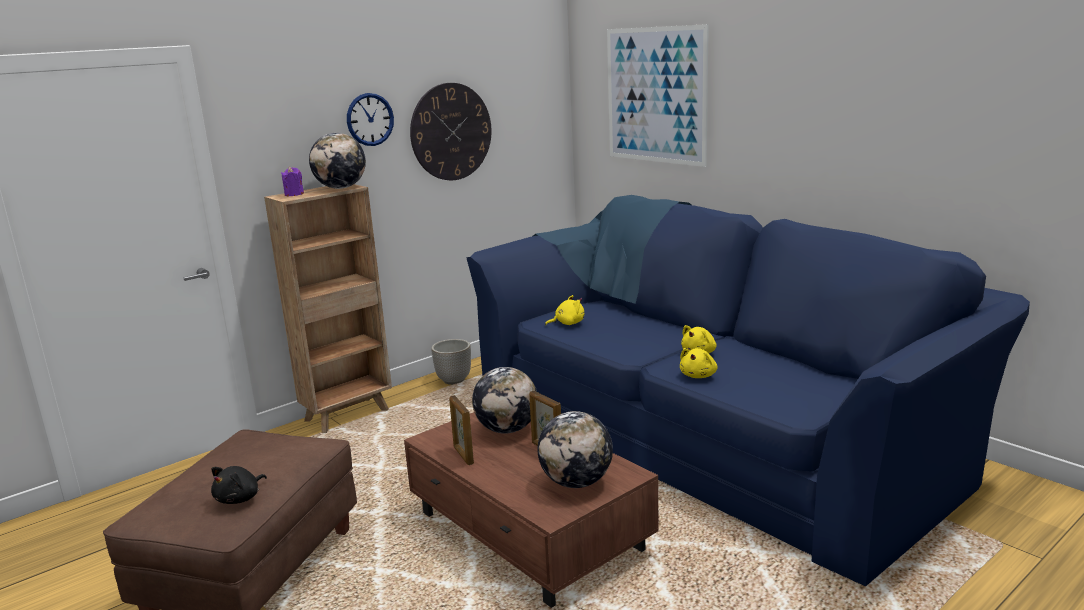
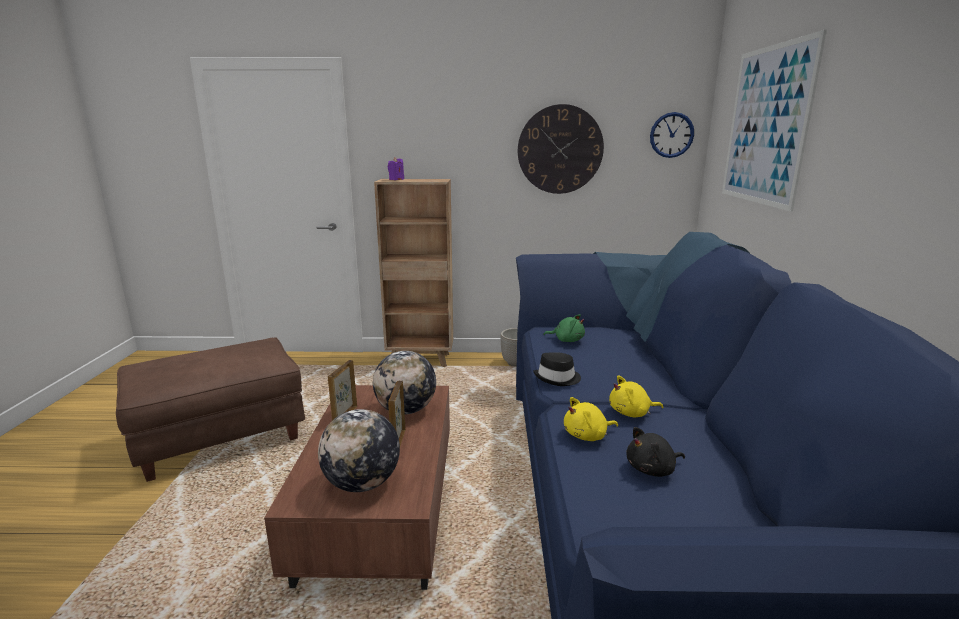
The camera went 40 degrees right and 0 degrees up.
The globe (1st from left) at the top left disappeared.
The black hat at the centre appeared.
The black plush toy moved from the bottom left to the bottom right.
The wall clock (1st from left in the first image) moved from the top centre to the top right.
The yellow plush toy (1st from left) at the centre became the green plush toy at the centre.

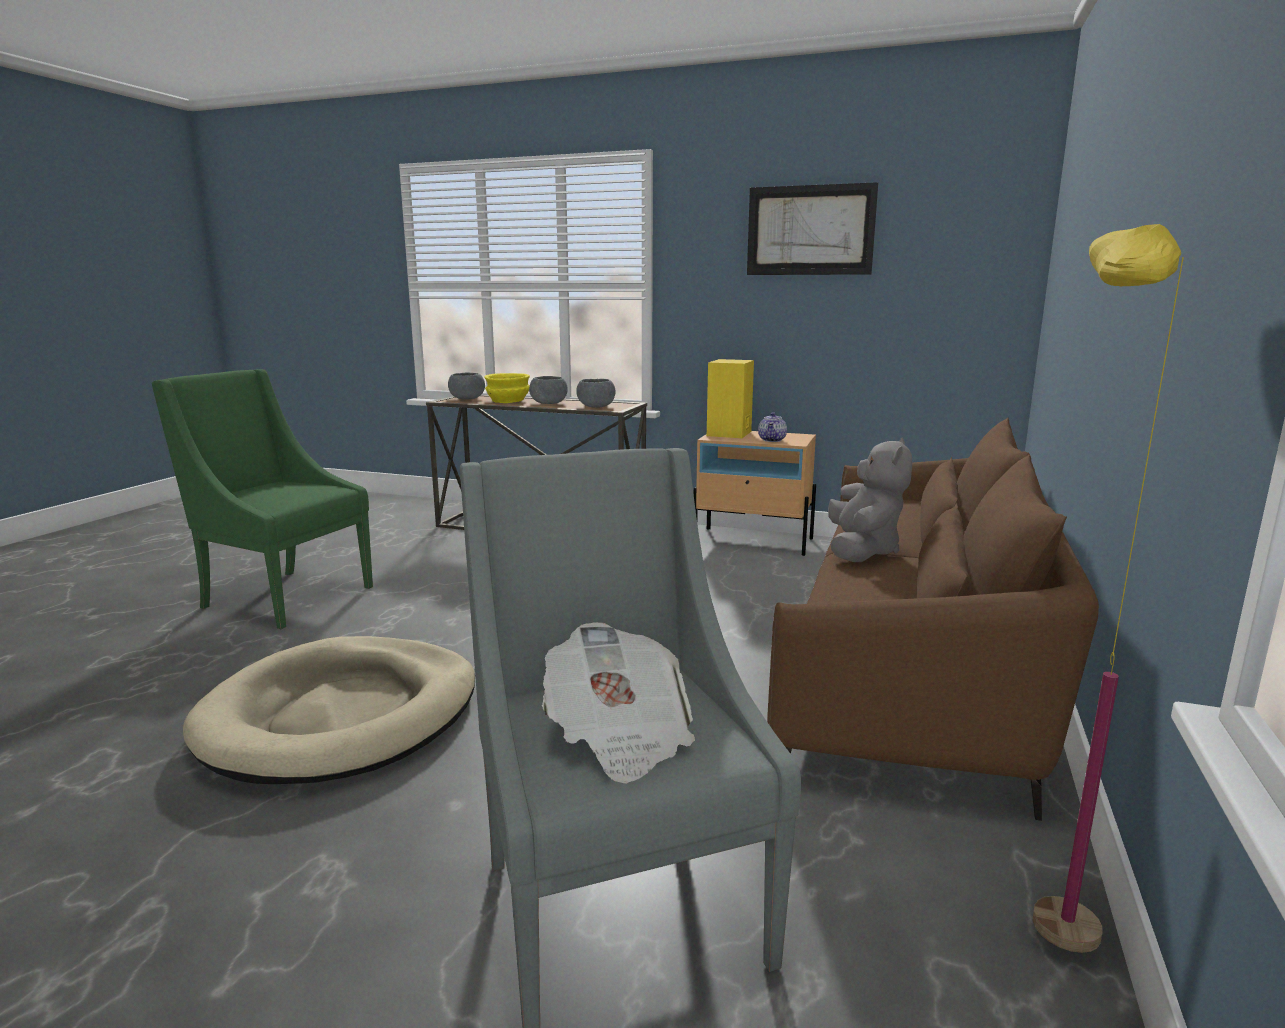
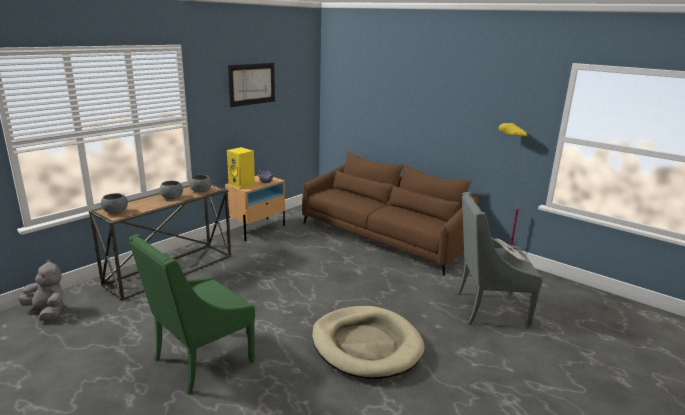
The camera went 70 degrees left and 5 degrees up.
The yellow bowl at the centre disappeared.
The grey plush toy moved from the middle right to the bottom left.

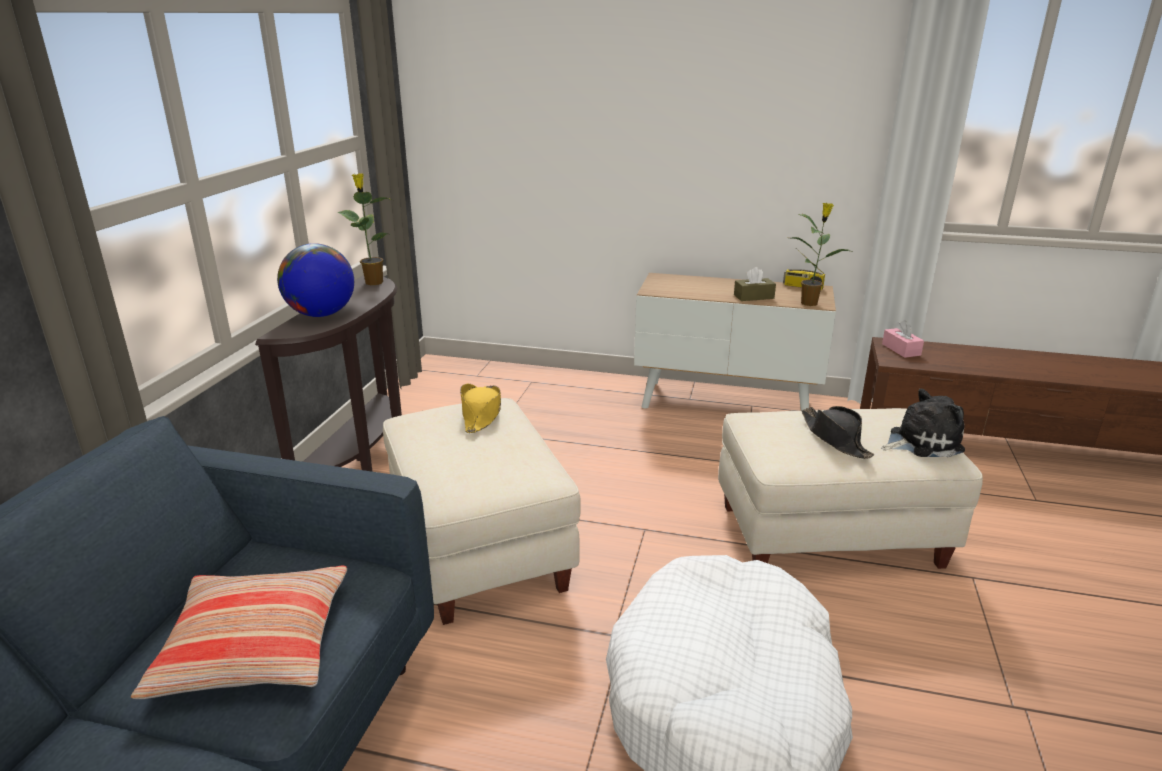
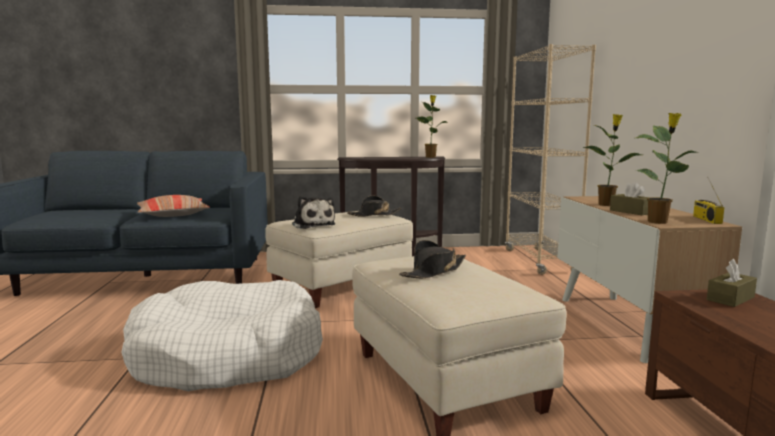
The camera went 70 degrees right and 15 degrees down.
The globe at the middle left disappeared.
The beige bookcase at the middle right appeared.
The potted plant (2nd from left) at the middle right appeared.
The plush toy moved from the middle right to the centre.
The yellow hat at the centre became the black hat (1st from left) at the centre.
The pink tissue box at the middle right became the brown tissue box (2nd from left) at the middle right.

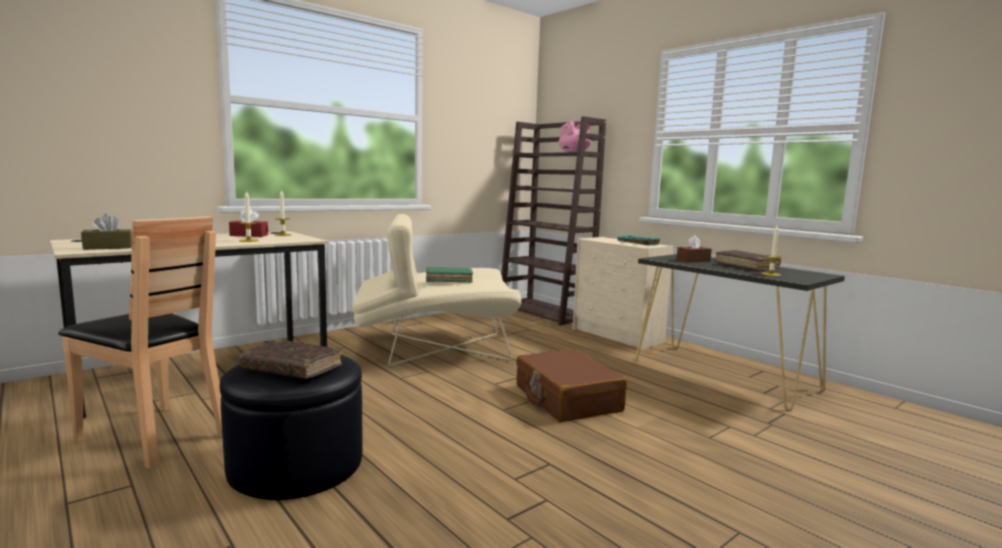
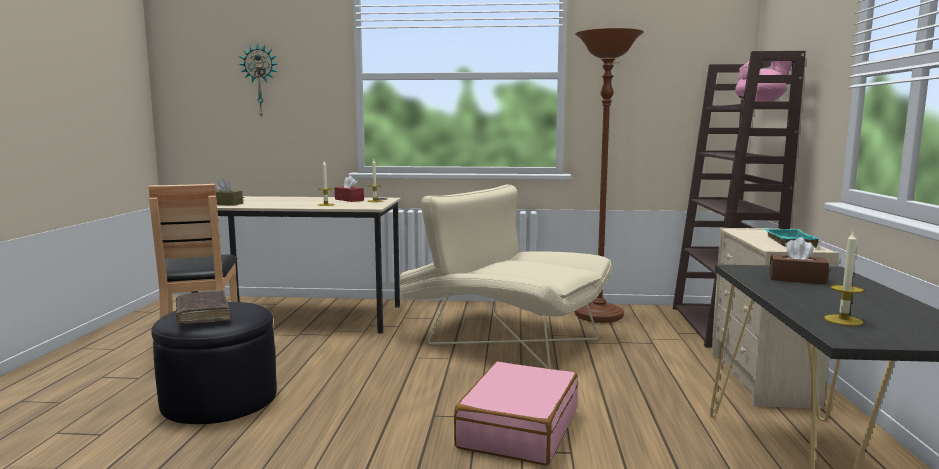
The camera went 45 degrees right and 0 degrees up.
The green book at the centre disappeared.
The brown book (2nd from left) at the middle right disappeared.
The wall clock at the top left appeared.
The brown floor lamp at the centre appeared.
The brown suitcase at the bottom centre became the pink suitcase at the bottom centre.

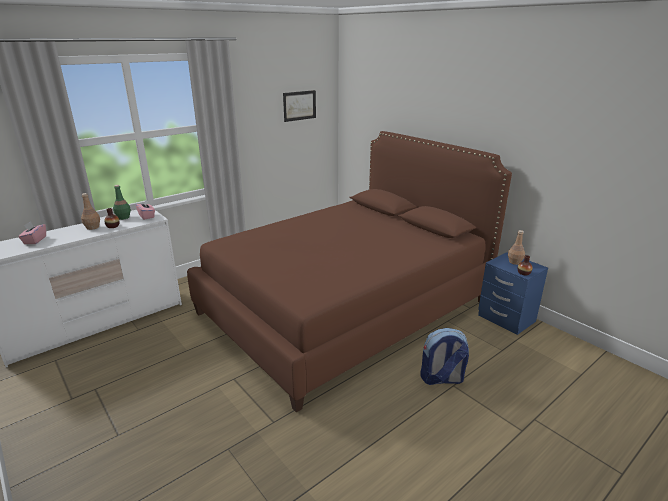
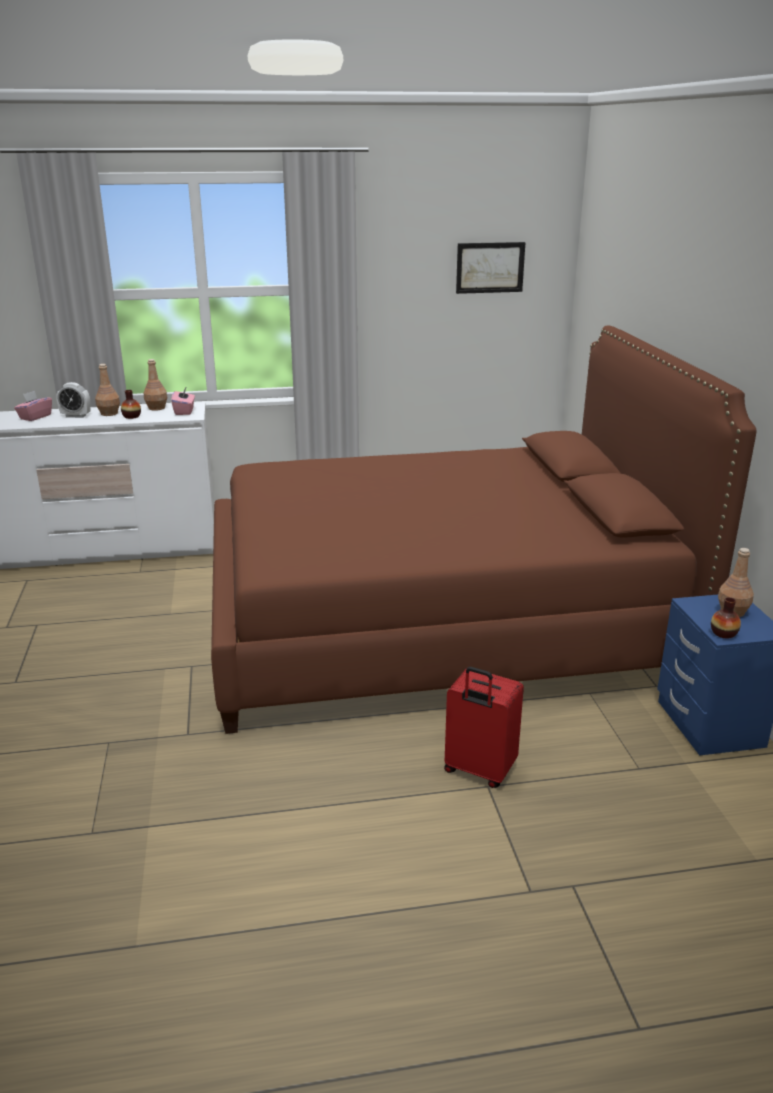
The camera went 30 degrees right and 0 degrees up.
The alarm clock at the middle left appeared.
The backpack at the bottom centre was replaced by the red suitcase at the centre.
The green bottle at the middle left became the brown bottle (2nd from left) at the middle left.

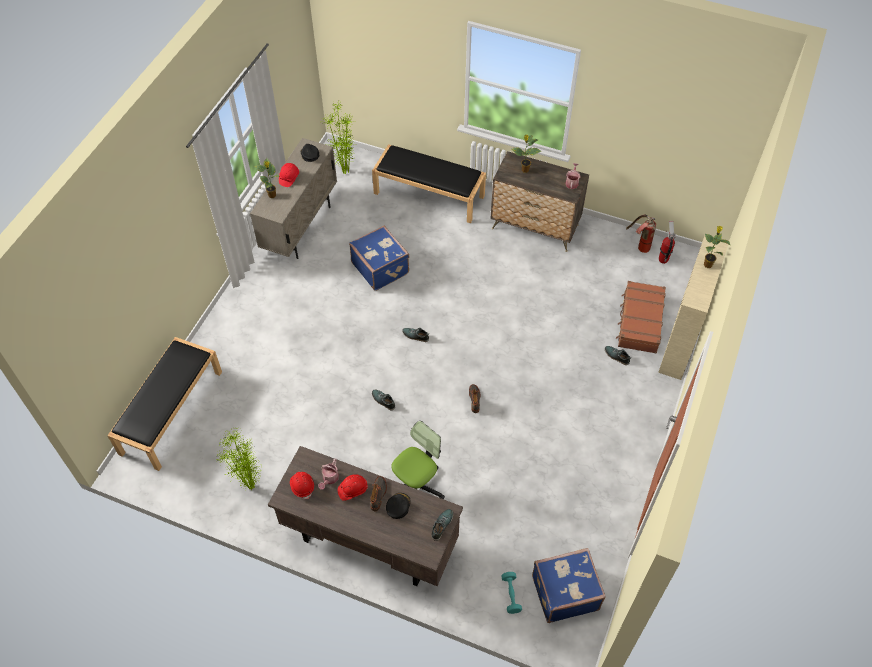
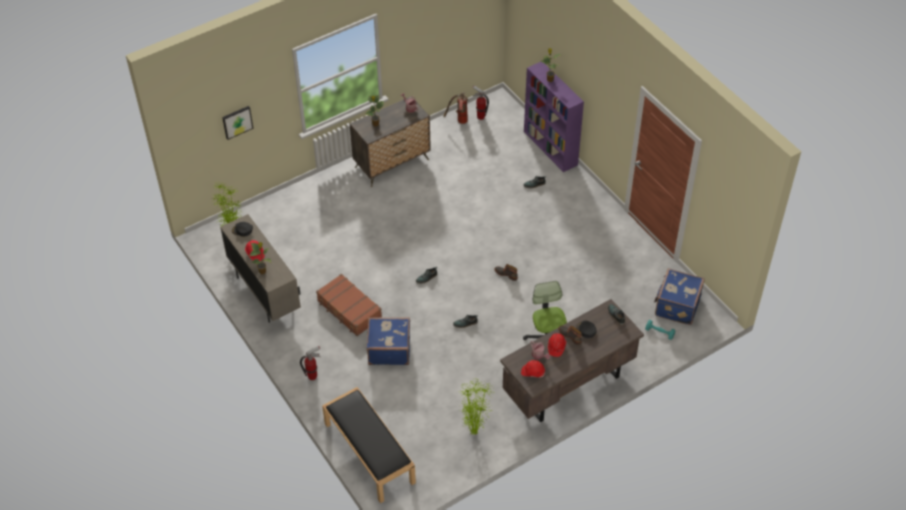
The camera went 55 degrees left and 5 degrees down.
The black bench (2nd from left) at the top centre disappeared.
The picture at the top left appeared.
The fire extinguisher (1st from left) at the bottom centre appeared.
The blue suitcase (1st from left) moved from the centre to the bottom centre.
The brown suitcase moved from the middle right to the centre.
The beige bookcase at the middle right became the purple bookcase at the top centre.

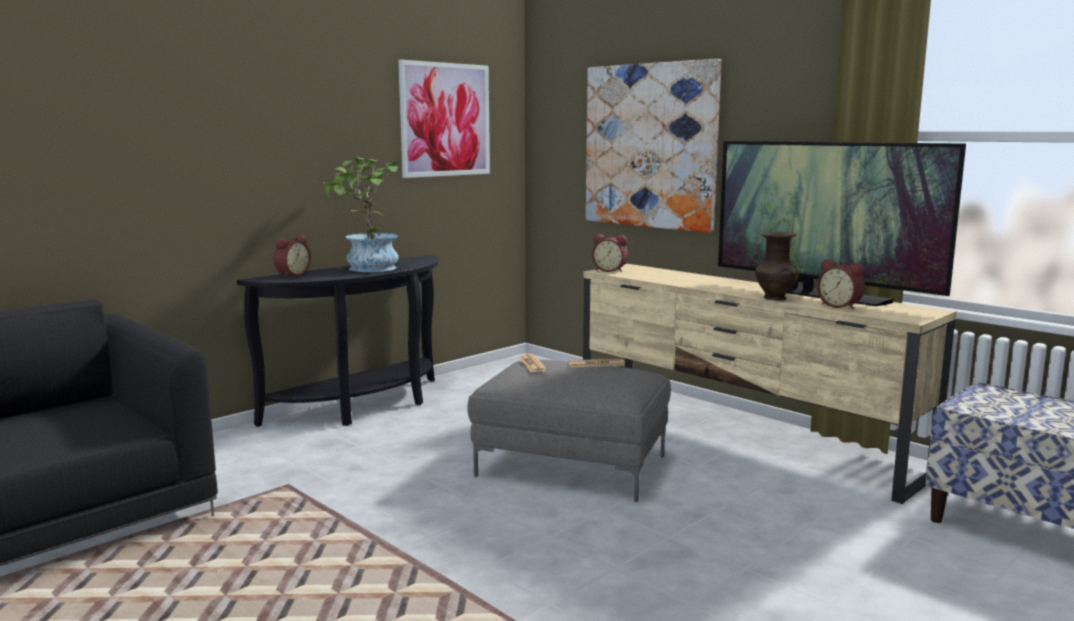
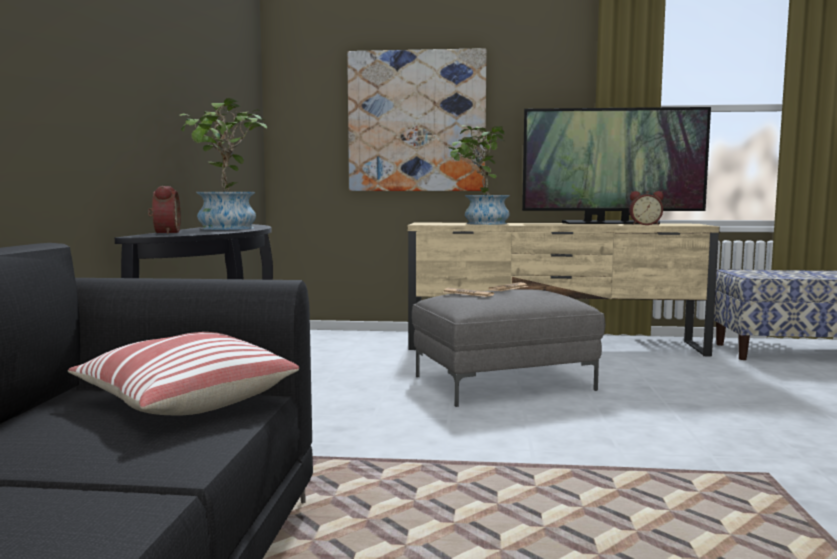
The camera went 40 degrees left and 5 degrees down.
The picture (1st from left) at the top centre disappeared.
The alarm clock (2nd from left) at the centre disappeared.
The brown vase at the middle right disappeared.
The pillow at the bottom left appeared.
The potted plant (2nd from left) at the top centre appeared.

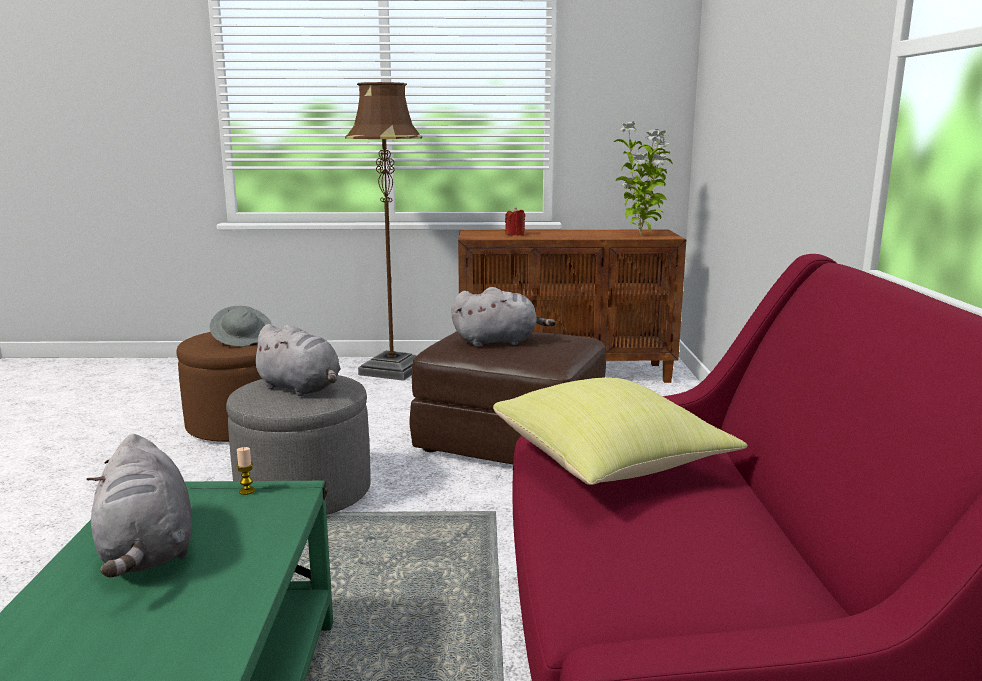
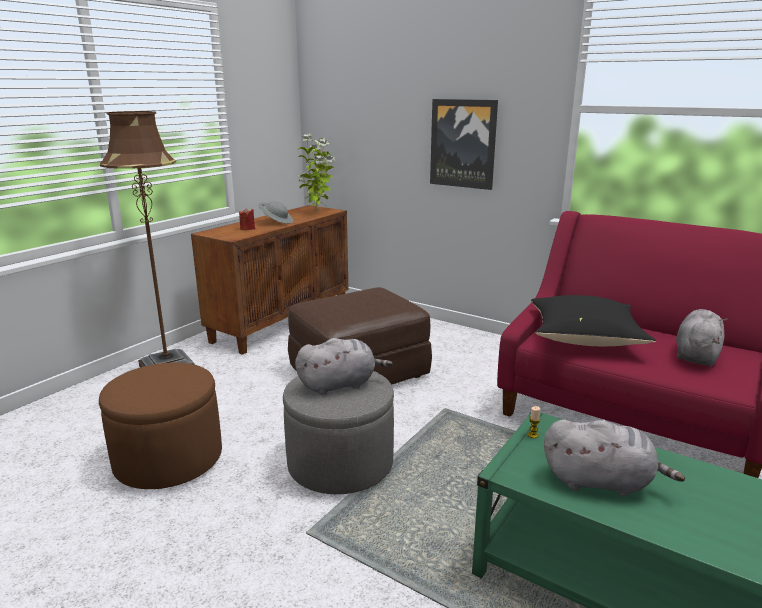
The camera went 55 degrees left and 5 degrees up.
The picture at the top centre appeared.
The grey hat moved from the middle left to the centre.
The grey plush toy (3rd from left) moved from the centre to the middle right.
The yellow pillow at the centre became the black pillow at the middle right.

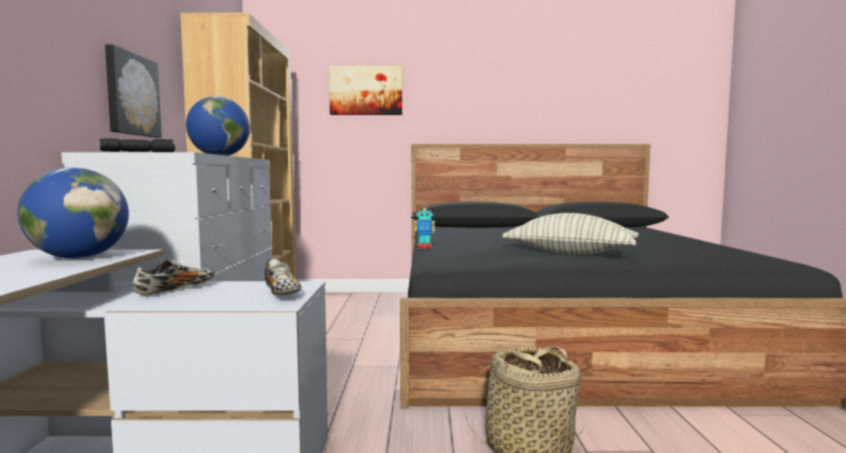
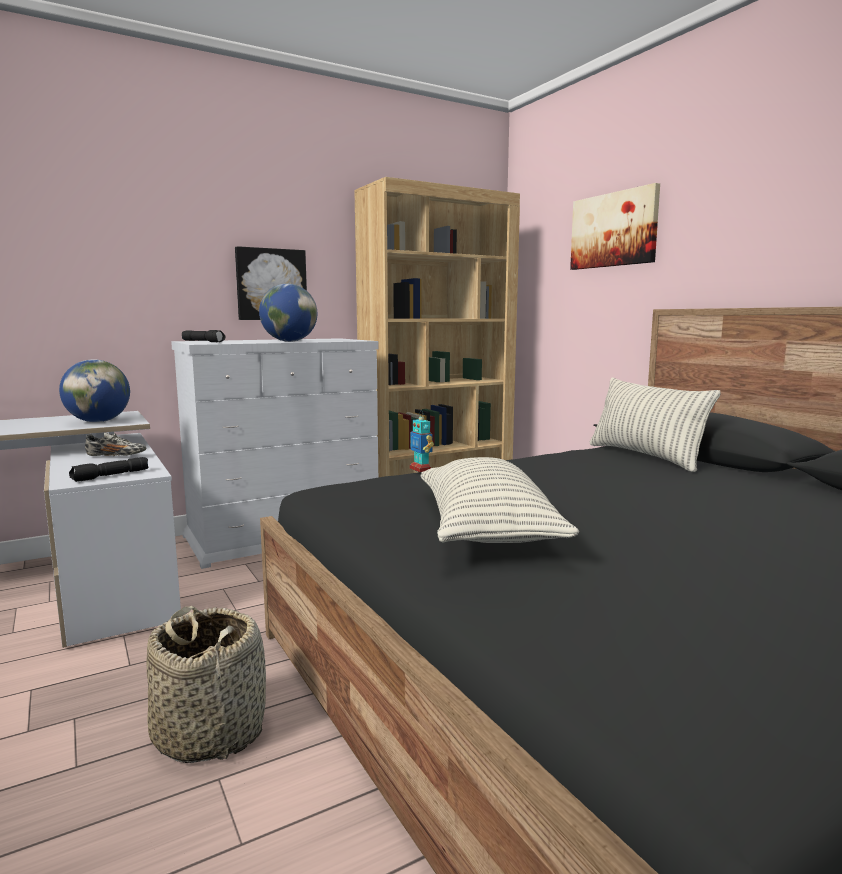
The camera went 60 degrees right and 5 degrees up.
The pillow (2nd from left) at the middle right appeared.
The shoe (2nd from left) at the centre was replaced by the black flashlight (1st from left) at the middle left.

